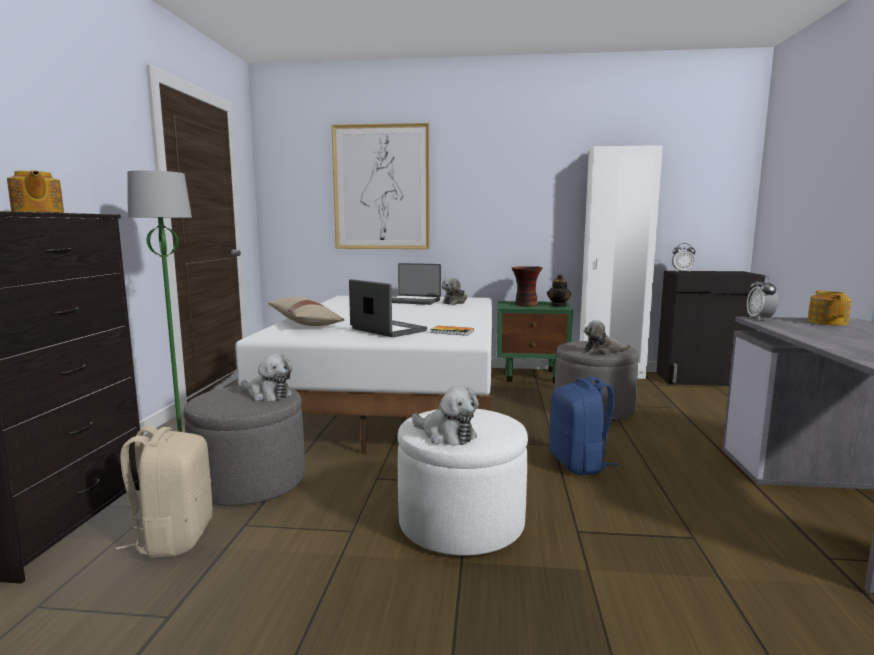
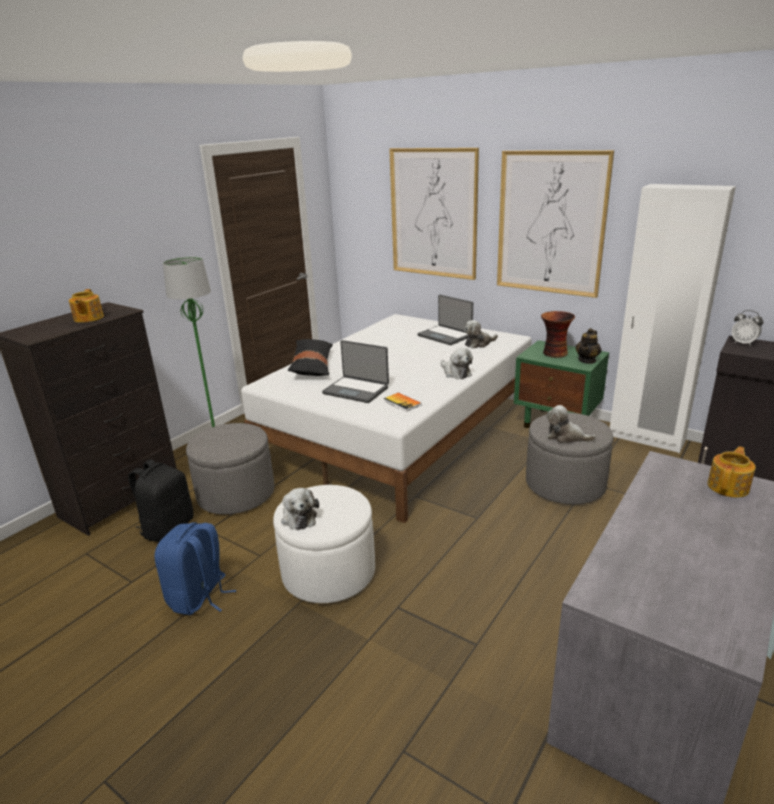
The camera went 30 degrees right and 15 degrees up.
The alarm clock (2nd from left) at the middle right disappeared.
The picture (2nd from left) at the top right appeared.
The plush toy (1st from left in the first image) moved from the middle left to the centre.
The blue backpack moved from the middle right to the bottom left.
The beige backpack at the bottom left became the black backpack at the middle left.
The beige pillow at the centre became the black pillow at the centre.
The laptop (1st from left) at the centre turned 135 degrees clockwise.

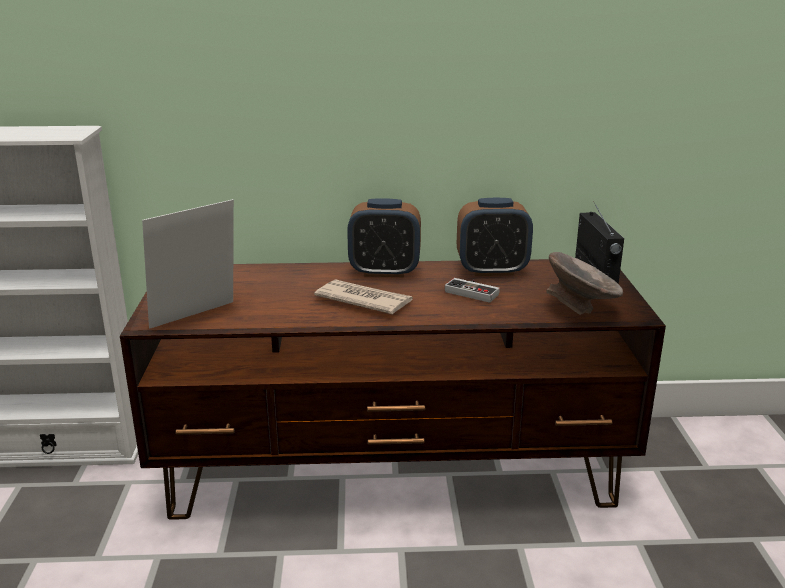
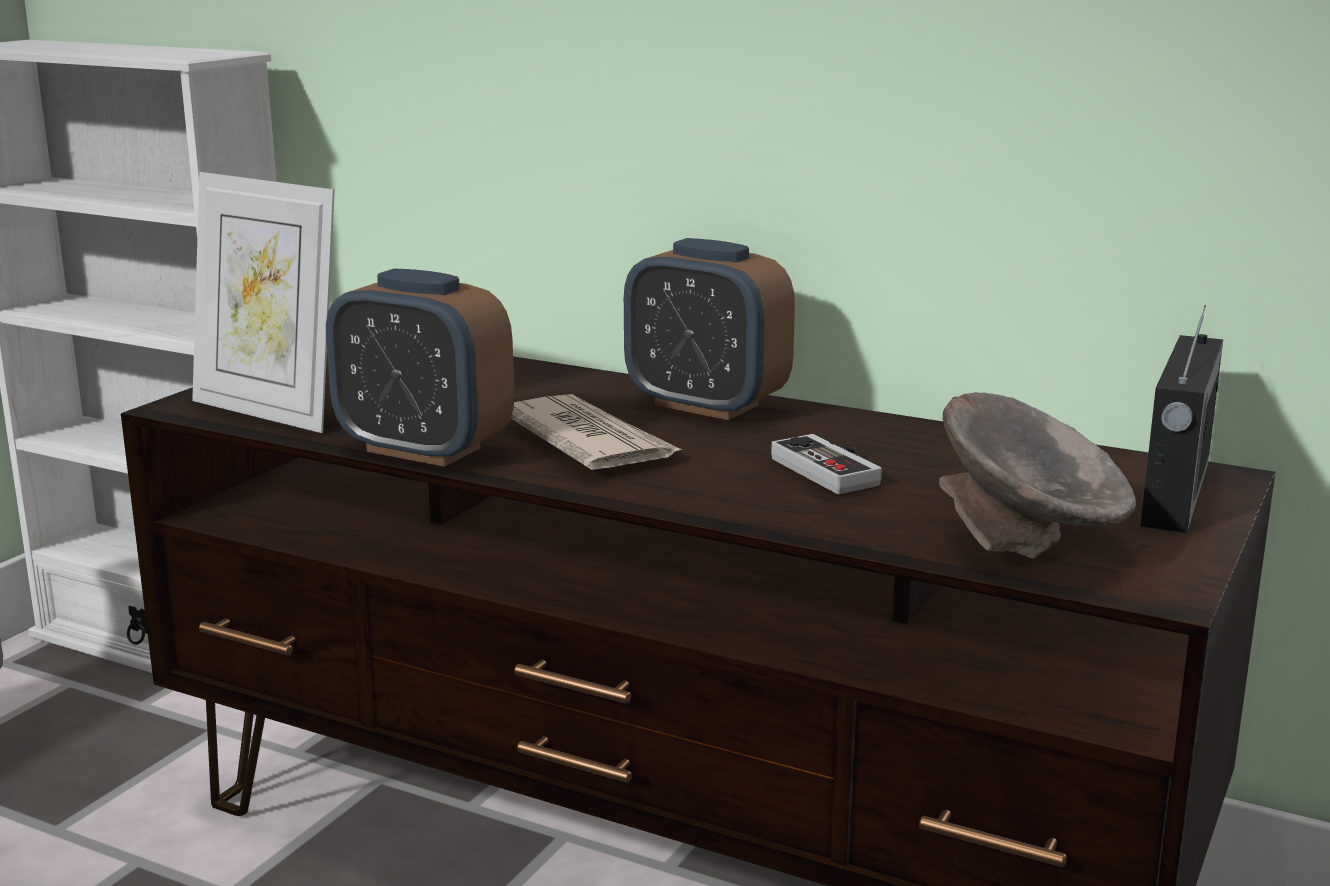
The camera went 30 degrees right and 5 degrees down.
The alarm clock (2nd from left in the first image) moved from the centre to the middle left.
The picture frame at the middle left turned 135 degrees counterclockwise.

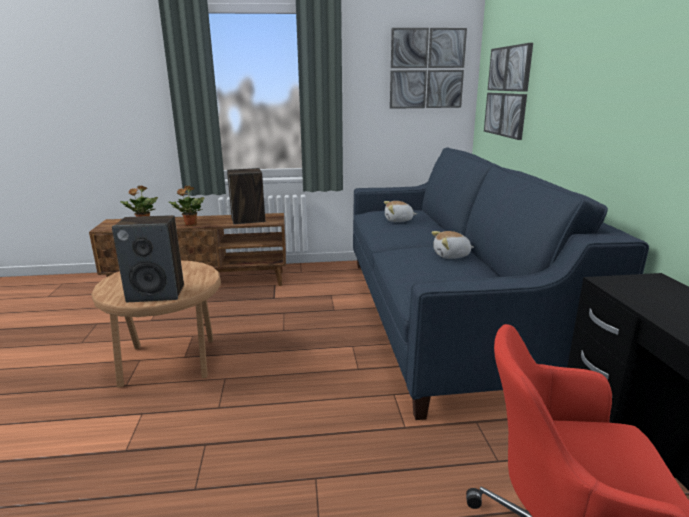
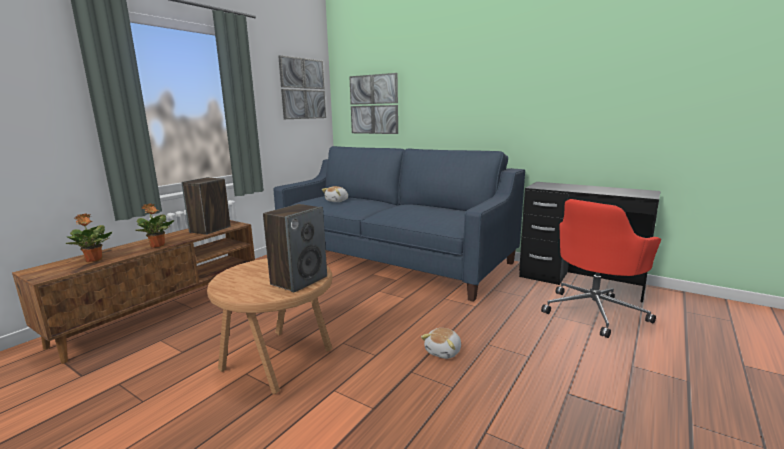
The camera went 50 degrees left and 5 degrees down.
The plush toy (2nd from left) moved from the centre to the bottom centre.

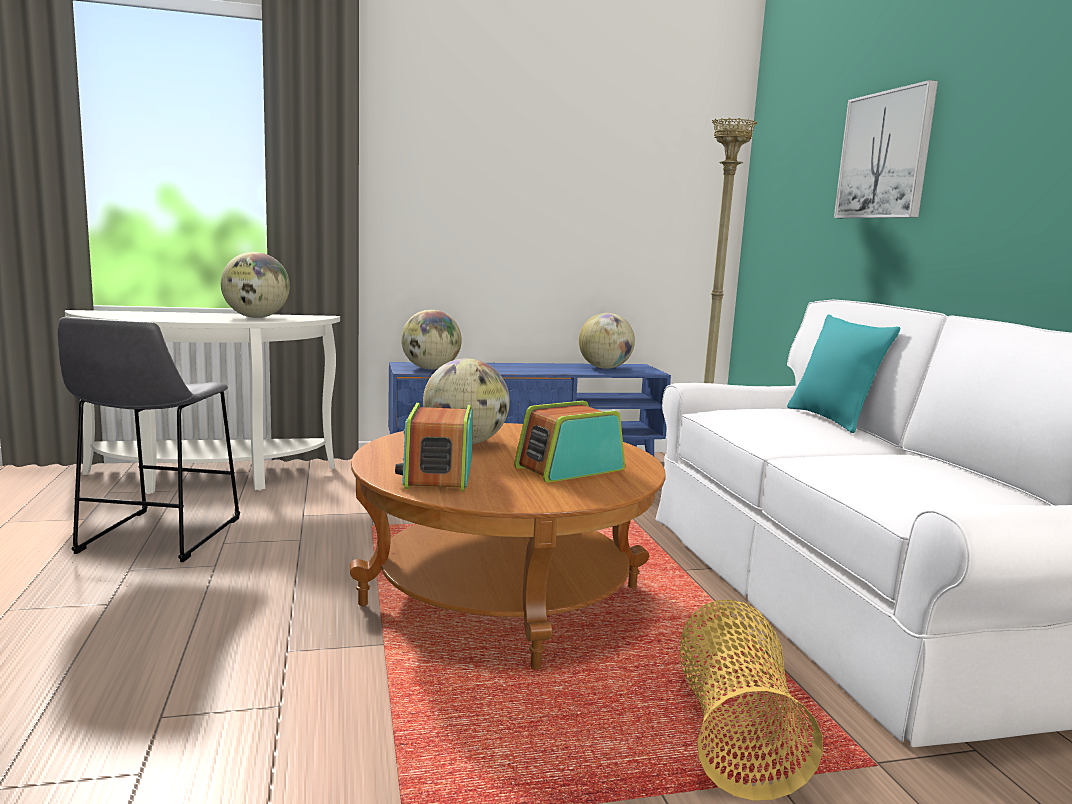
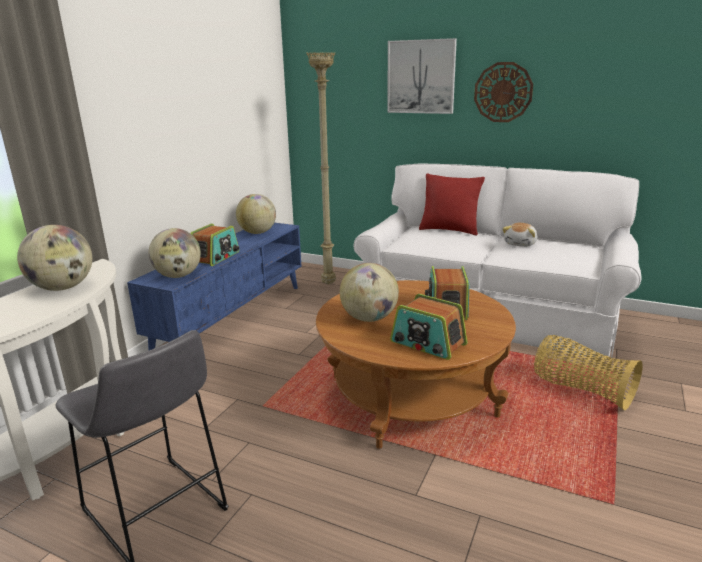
The camera went 50 degrees left and 10 degrees up.
The radio (1st from left) at the middle left appeared.
The wall clock at the top right appeared.
The plush toy at the middle right appeared.
The turquoise pillow at the middle right became the red pillow at the centre.

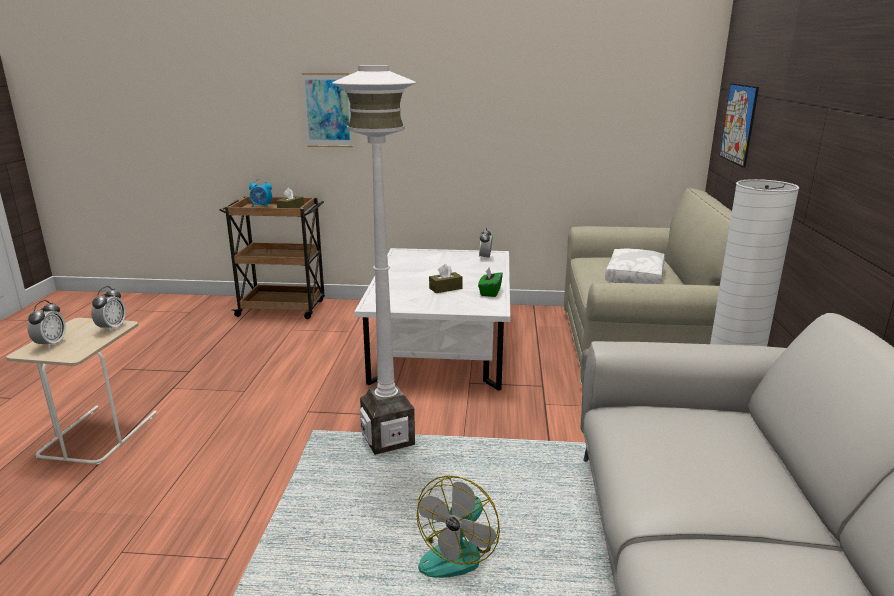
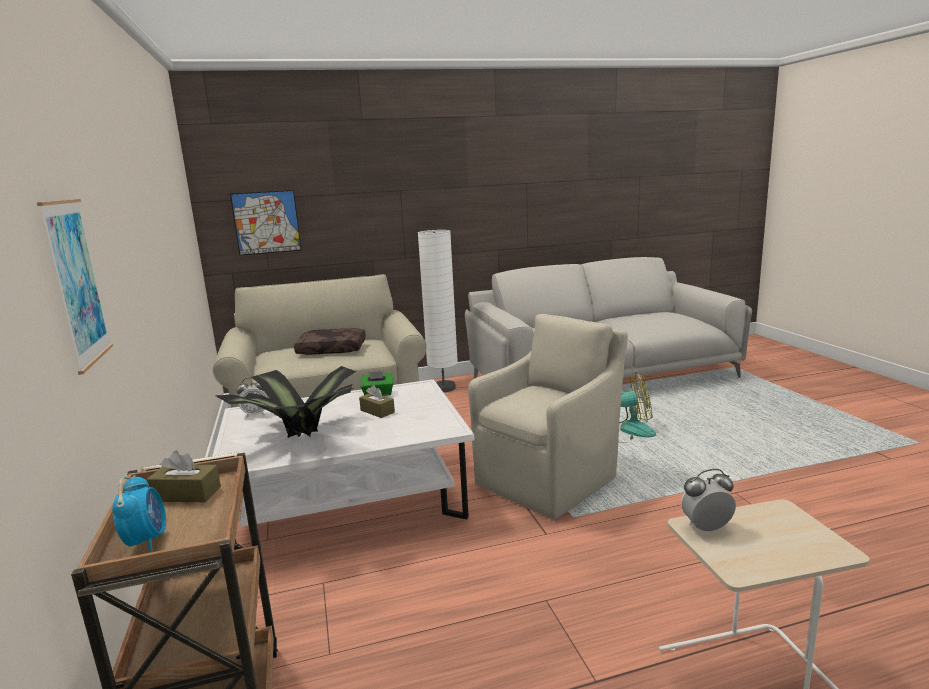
The camera went 110 degrees left and 5 degrees down.
The alarm clock (1st from left) at the middle left disappeared.
The potted plant at the middle left appeared.
The white floor lamp (1st from left) at the centre was replaced by the beige armchair at the centre.
The white pillow at the middle right became the brown pillow at the centre.

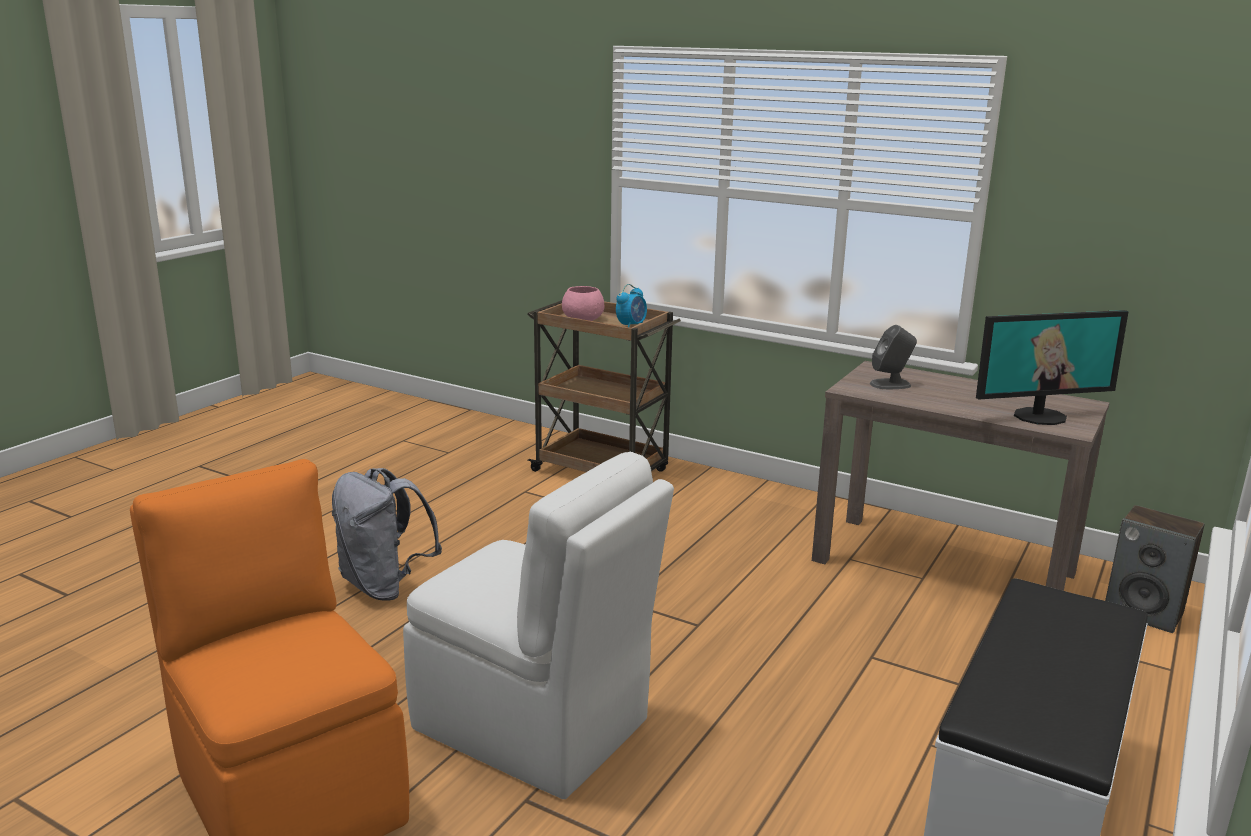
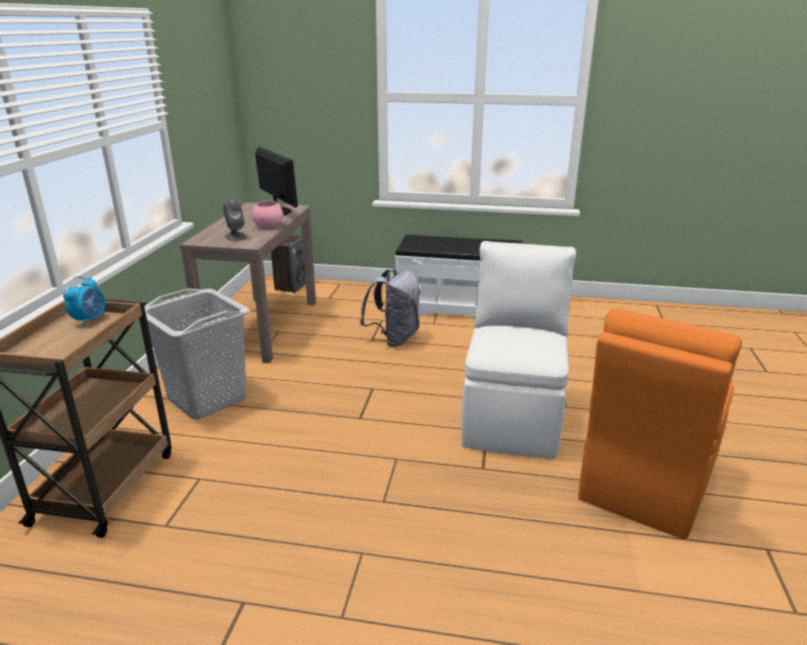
The camera went 110 degrees left and 5 degrees up.
The grey laundry basket at the middle left appeared.
The grey backpack moved from the middle left to the centre.
The pink bowl moved from the centre to the top left.
The alarm clock at the centre turned 90 degrees clockwise.

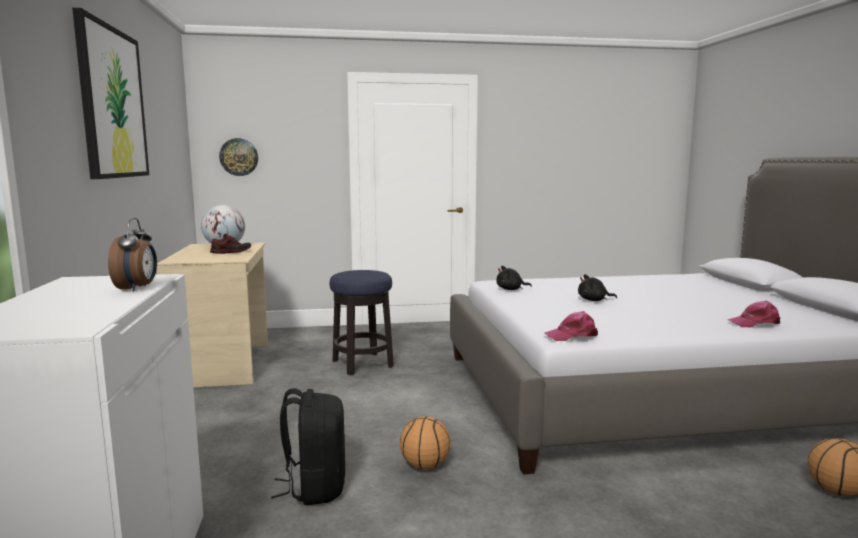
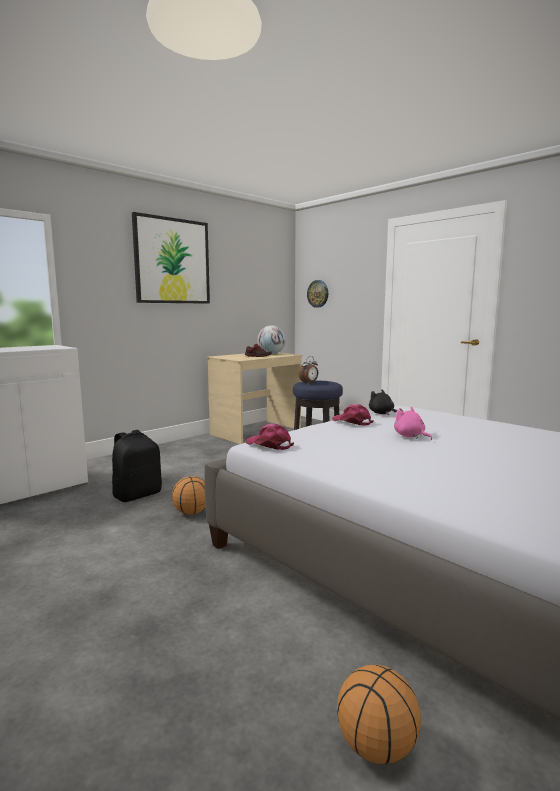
The camera went 55 degrees right and 0 degrees up.
The alarm clock moved from the middle left to the centre.
The pink cap (2nd from left) moved from the middle right to the centre.
The black plush toy (2nd from left) at the middle right became the pink plush toy at the middle right.

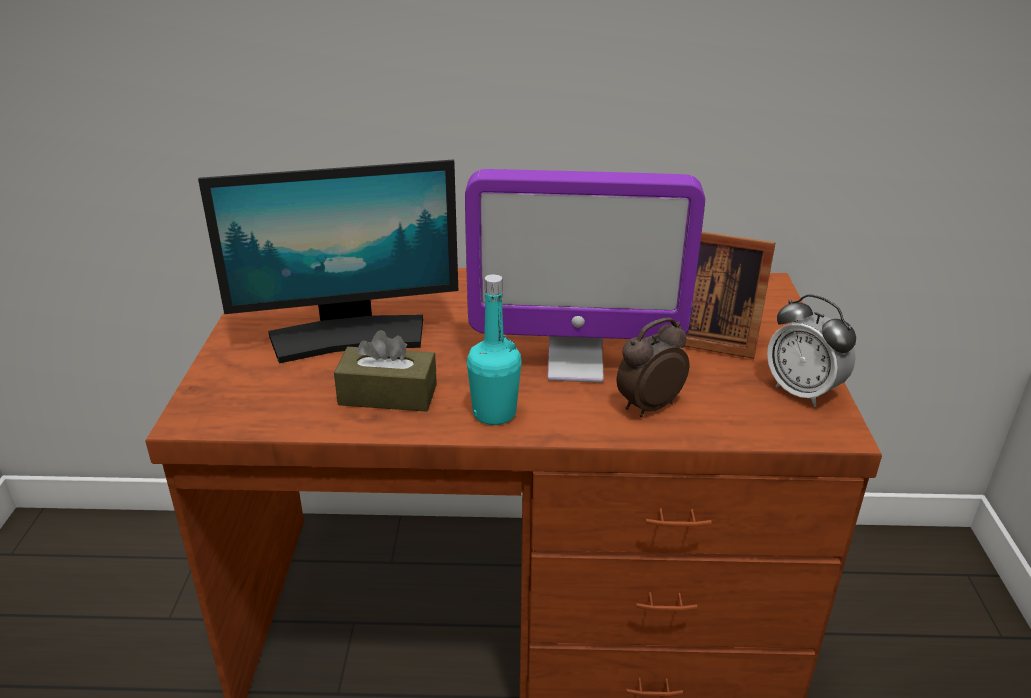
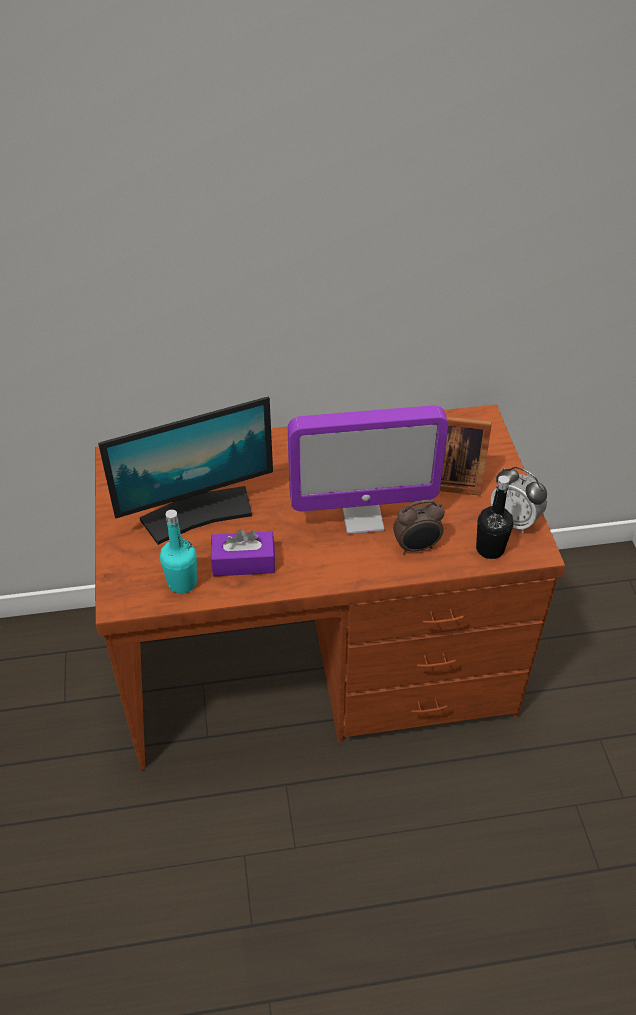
The camera went 10 degrees left and 15 degrees up.
The black bottle at the middle right appeared.
The turquoise bottle moved from the centre to the middle left.
The brown tissue box at the centre became the purple tissue box at the centre.
The alarm clock (1st from left) at the centre turned 150 degrees counterclockwise.

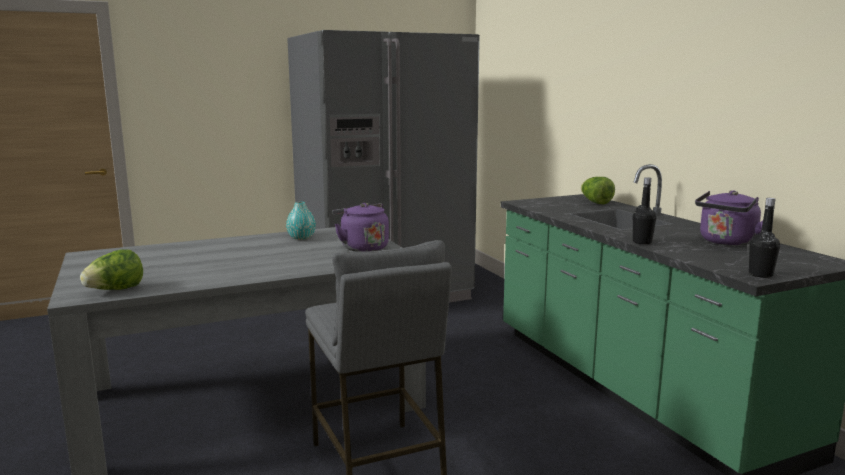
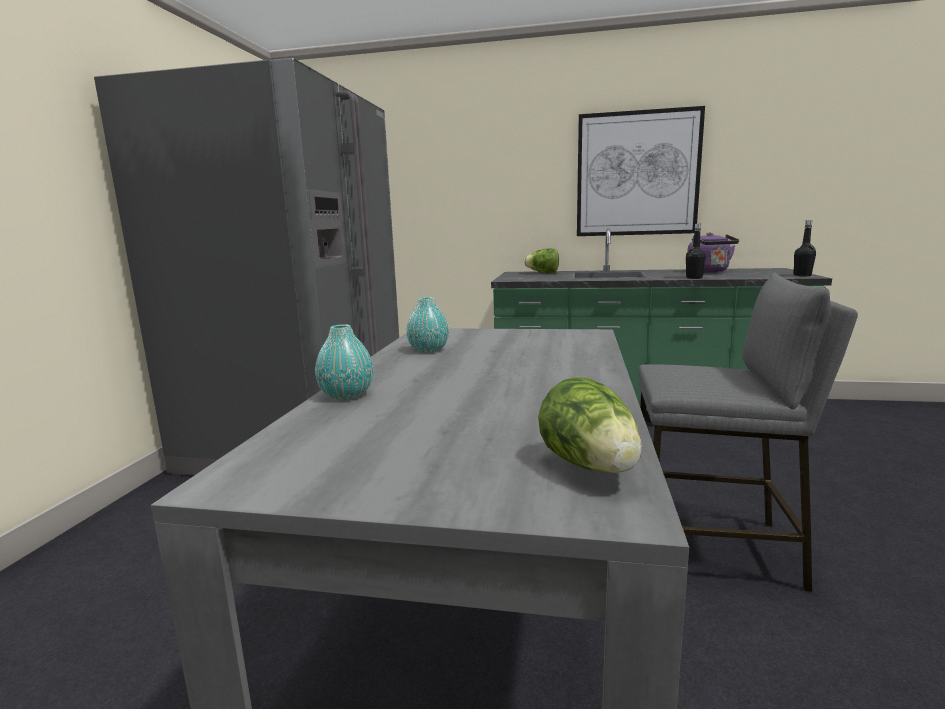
The camera went 55 degrees left and 0 degrees up.
The purple kettle (1st from left) at the centre disappeared.
The turquoise vase (1st from left) at the centre appeared.
The picture at the top right appeared.

